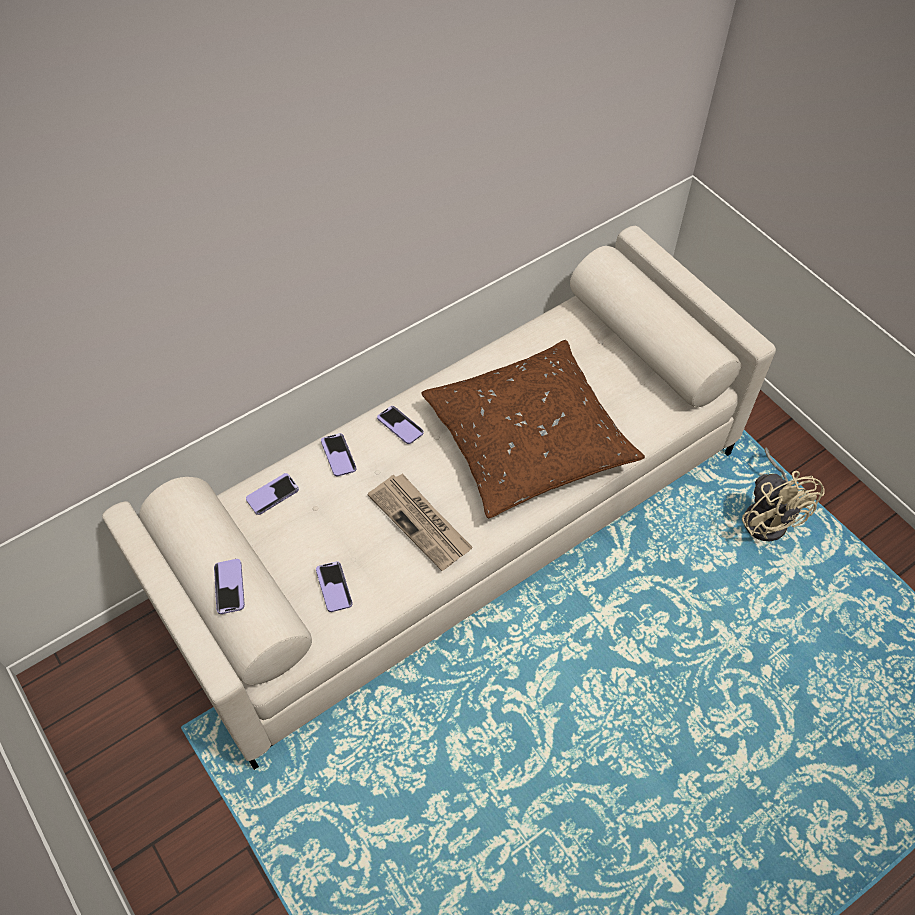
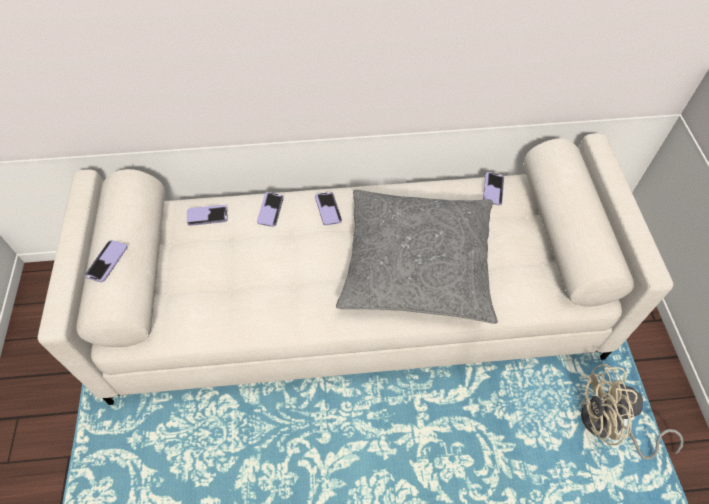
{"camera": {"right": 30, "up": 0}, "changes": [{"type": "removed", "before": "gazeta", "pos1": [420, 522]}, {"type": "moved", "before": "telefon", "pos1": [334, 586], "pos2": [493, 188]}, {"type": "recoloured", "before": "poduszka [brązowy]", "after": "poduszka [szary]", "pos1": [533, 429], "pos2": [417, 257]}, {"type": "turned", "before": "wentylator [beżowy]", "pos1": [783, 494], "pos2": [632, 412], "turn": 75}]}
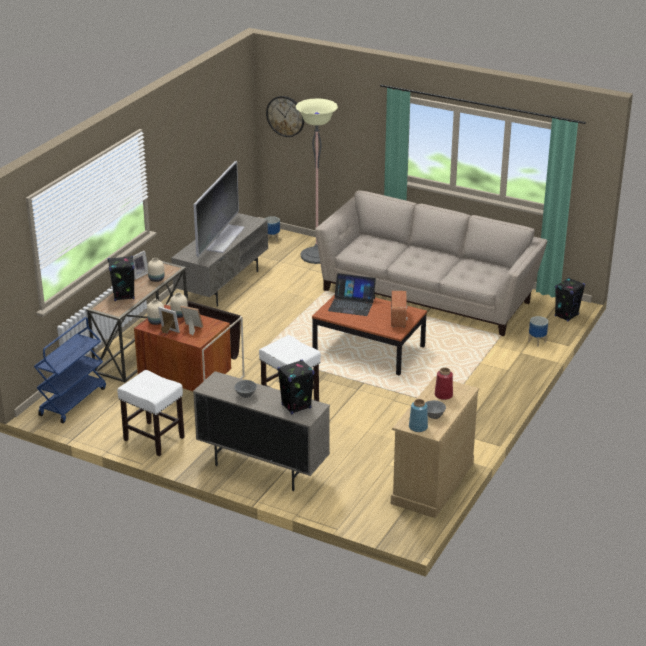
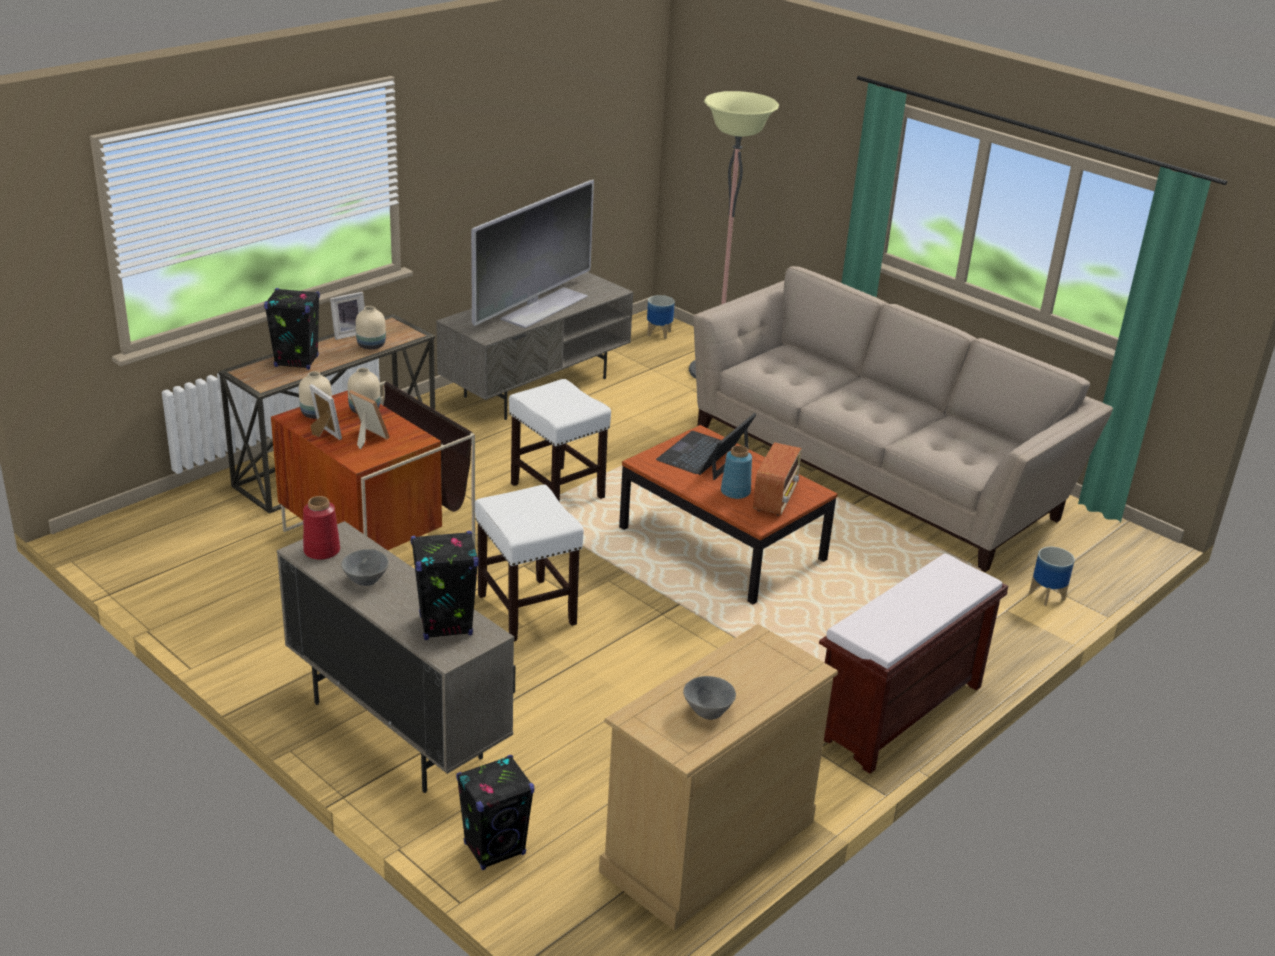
{"camera": {"right": 15, "up": 0}, "changes": [{"type": "removed", "before": "wózek [niebieski]", "pos1": [70, 370]}, {"type": "removed", "before": "zegar ścienny", "pos1": [285, 116]}, {"type": "added", "after": "ławka [brązowy]", "pos2": [913, 663]}, {"type": "moved", "before": "stołek [biały]", "pos1": [151, 413], "pos2": [560, 440]}, {"type": "moved", "before": "wazon [niebieski]", "pos1": [418, 415], "pos2": [736, 472]}, {"type": "moved", "before": "wazon [czerwony]", "pos1": [444, 383], "pos2": [321, 528]}, {"type": "moved", "before": "głośnik [czarny]", "pos1": [570, 299], "pos2": [495, 812]}, {"type": "turned", "before": "laptop", "pos1": [352, 294], "pos2": [706, 446], "turn": 90}]}
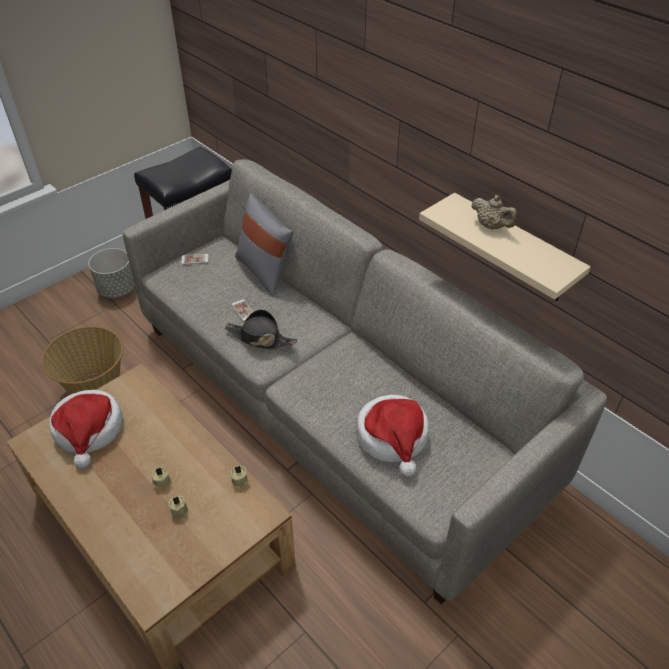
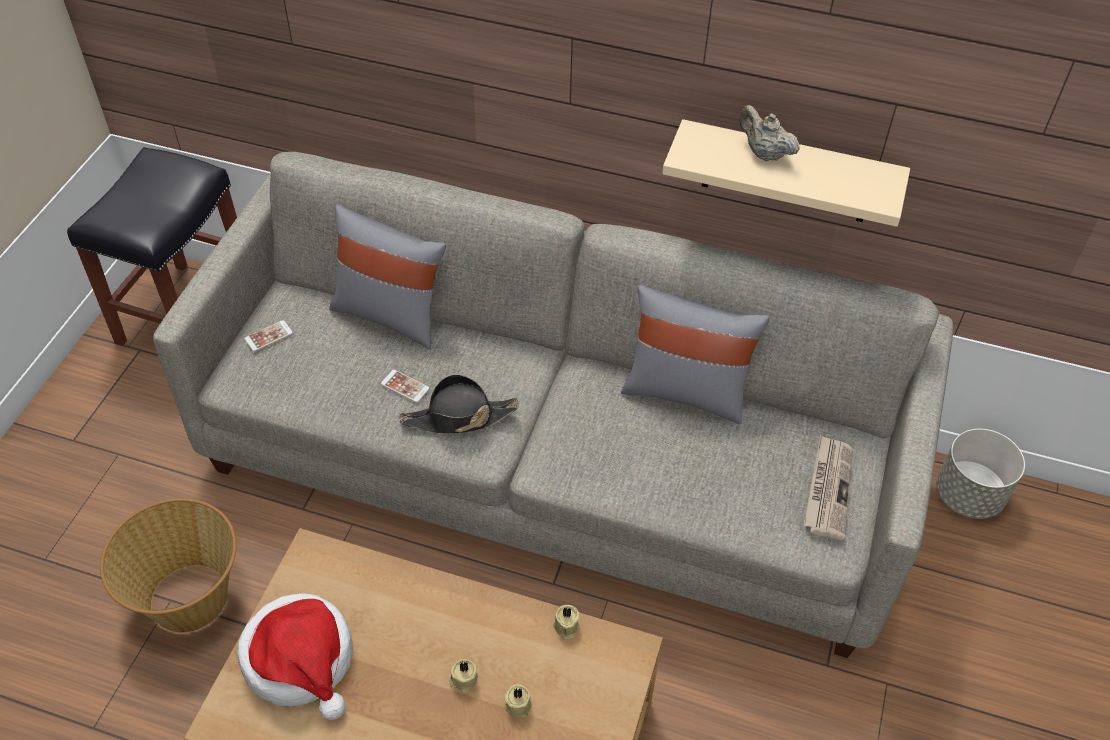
{"camera": {"right": -30, "up": 5}, "changes": [{"type": "removed", "before": "kapelusz", "pos1": [392, 436]}, {"type": "added", "after": "poduszka [szary]", "pos2": [695, 355]}, {"type": "added", "after": "gazeta", "pos2": [828, 487]}, {"type": "moved", "before": "donica [szary]", "pos1": [112, 273], "pos2": [980, 474]}, {"type": "turned", "before": "imbryk [beżowy]", "pos1": [494, 212], "pos2": [769, 133], "turn": -150}]}
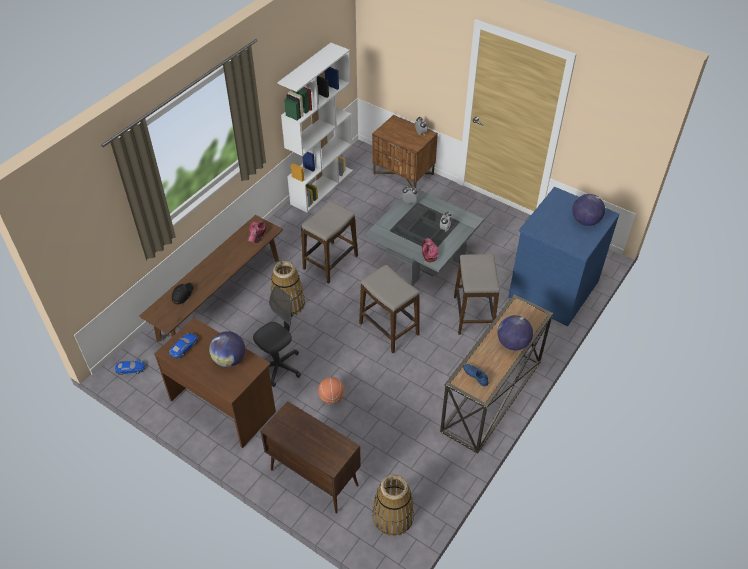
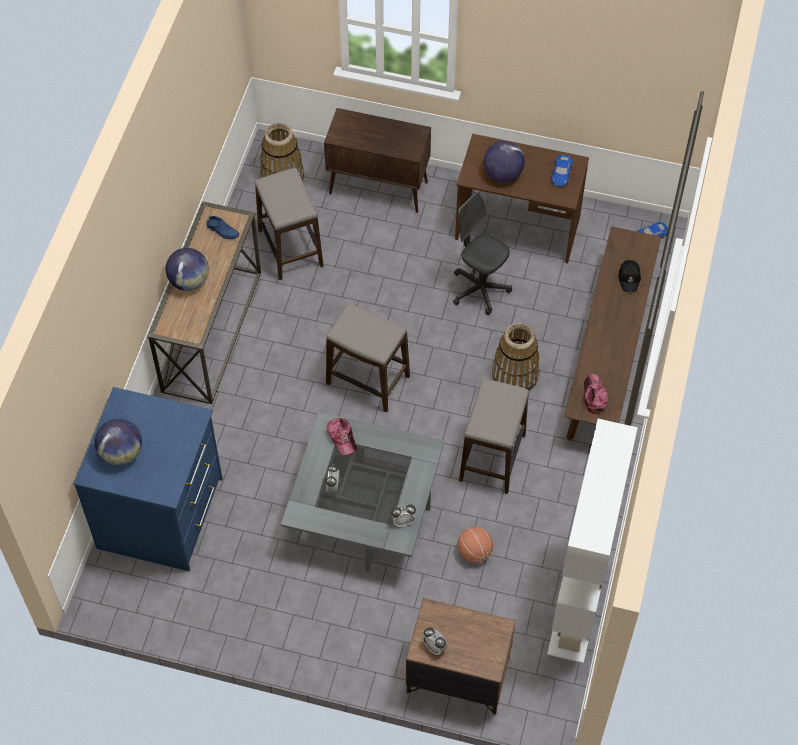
{"camera": {"right": 160, "up": 10}, "changes": [{"type": "moved", "before": "piłka do koszykówki", "pos1": [331, 390], "pos2": [475, 545]}, {"type": "moved", "before": "stołek", "pos1": [477, 294], "pos2": [289, 224]}, {"type": "turned", "before": "krzesło biurowe [szary]", "pos1": [277, 336], "pos2": [482, 253], "turn": 105}]}
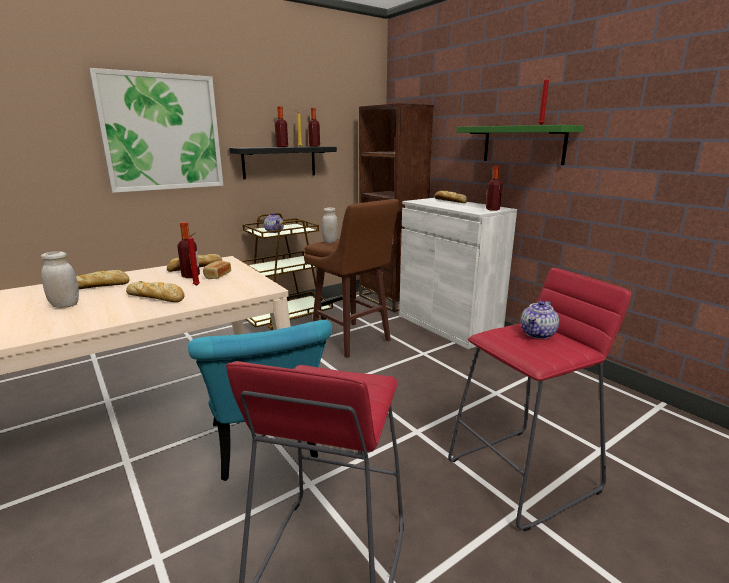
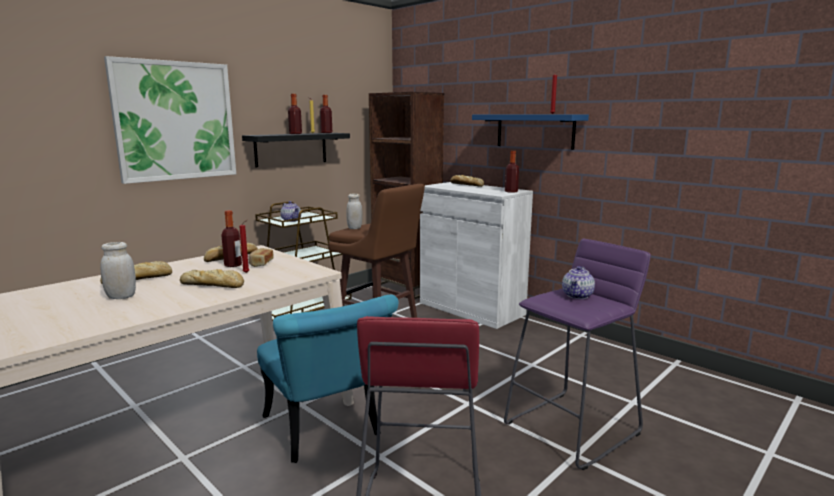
{"camera": {"right": -10, "up": -5}, "changes": [{"type": "recoloured", "before": "stołek [czerwony]", "after": "stołek [fioletowy]", "pos1": [539, 399], "pos2": [577, 354]}, {"type": "recoloured", "before": "półka [zielony]", "after": "półka [niebieski]", "pos1": [520, 145], "pos2": [530, 132]}]}
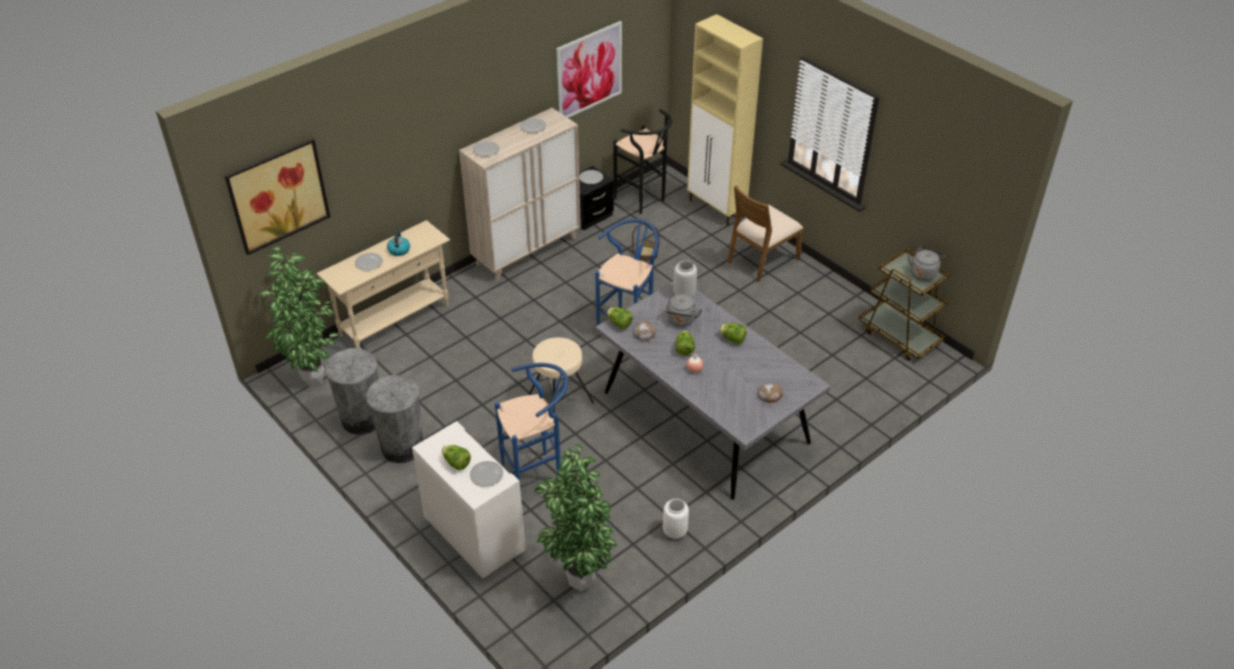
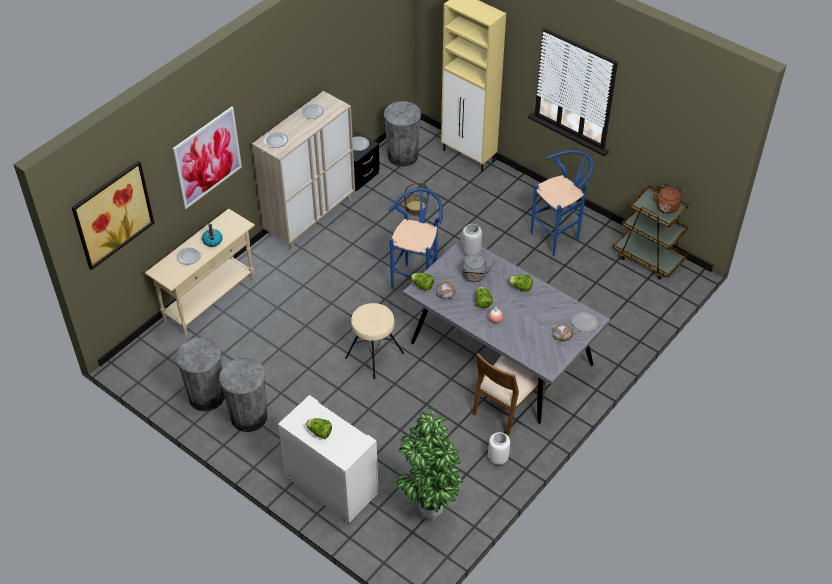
{"camera": {"right": -10, "up": 5}, "changes": [{"type": "removed", "before": "roślina doniczkowa", "pos1": [299, 316]}, {"type": "moved", "before": "talerz", "pos1": [486, 474], "pos2": [585, 322]}, {"type": "moved", "before": "stołek [niebieski]", "pos1": [531, 427], "pos2": [562, 203]}, {"type": "moved", "before": "obraz", "pos1": [589, 69], "pos2": [207, 158]}, {"type": "moved", "before": "krzesło [brązowy]", "pos1": [765, 234], "pos2": [509, 394]}, {"type": "replaced", "before": "stołek [czarny]", "after": "kosz na śmieci [szary]", "pos1": [642, 161], "pos2": [402, 134]}, {"type": "recoloured", "before": "czajnik [szary]", "after": "czajnik [brązowy]", "pos1": [926, 263], "pos2": [668, 199]}]}
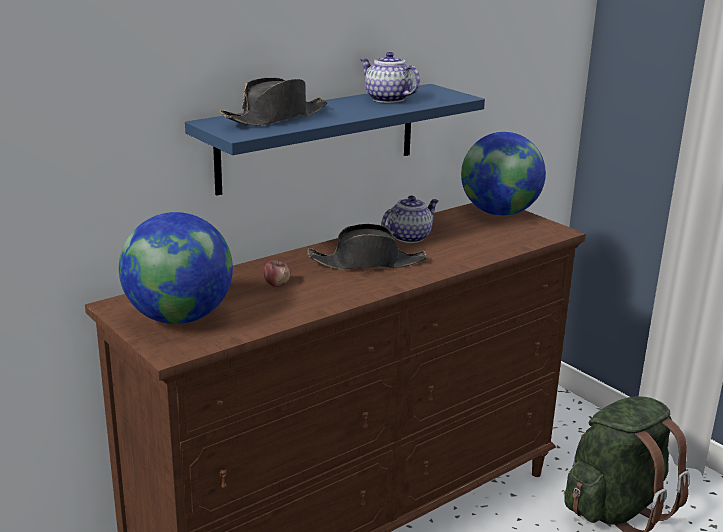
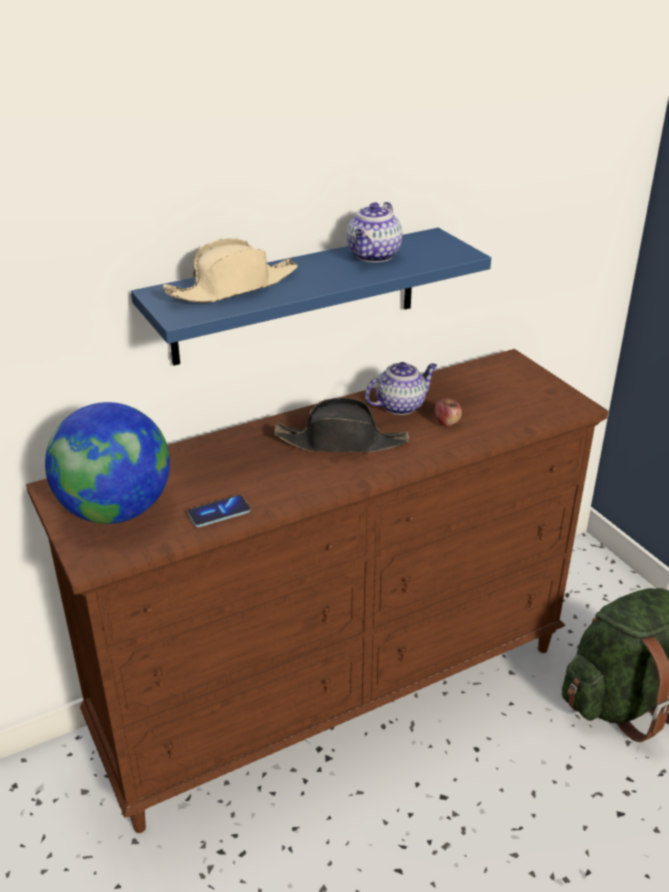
{"camera": {"right": 10, "up": 10}, "changes": [{"type": "removed", "before": "globus", "pos1": [503, 174]}, {"type": "added", "after": "telefon", "pos2": [219, 511]}, {"type": "moved", "before": "jabłko", "pos1": [277, 273], "pos2": [448, 412]}, {"type": "recoloured", "before": "kapelusz [czarny]", "after": "kapelusz [beżowy]", "pos1": [274, 101], "pos2": [230, 270]}, {"type": "turned", "before": "imbryk", "pos1": [390, 77], "pos2": [374, 232], "turn": -120}]}
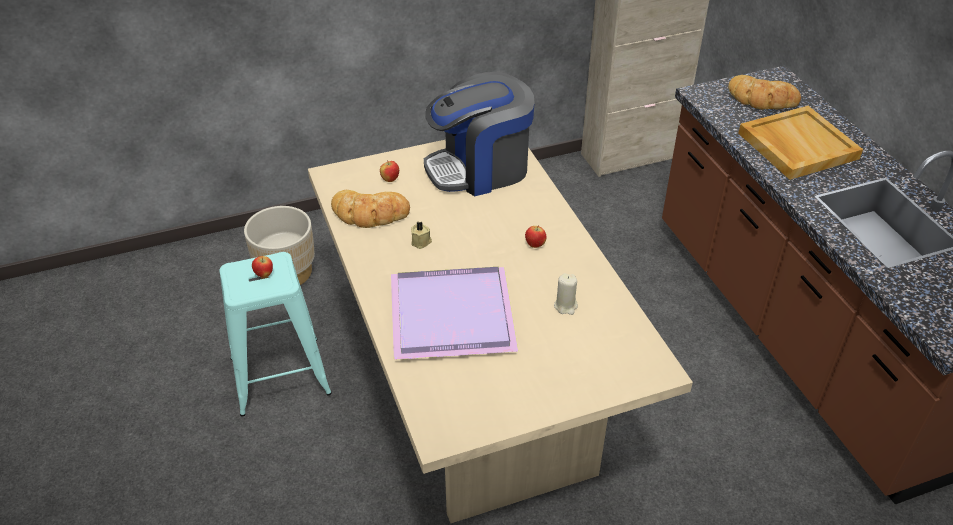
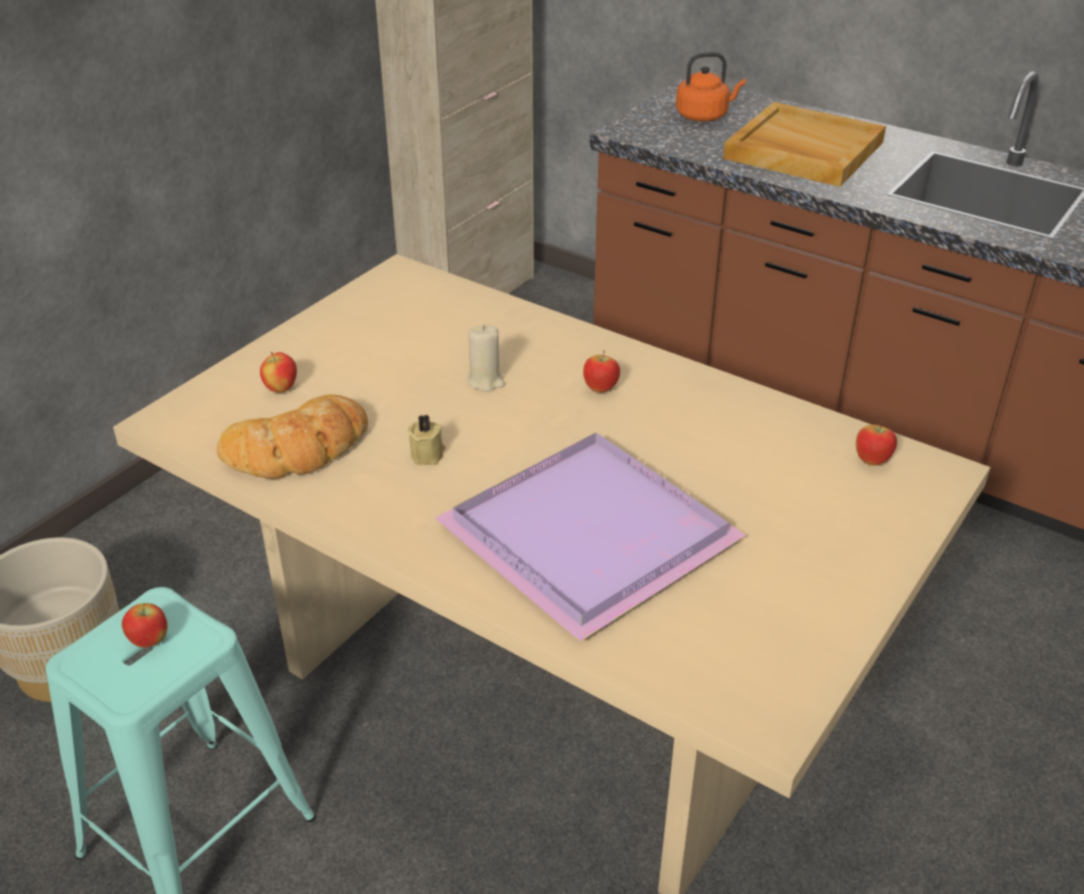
{"camera": {"right": -35, "up": -5}, "changes": [{"type": "removed", "before": "ekspres do kawy", "pos1": [479, 134]}, {"type": "added", "after": "jabłko", "pos2": [876, 443]}, {"type": "moved", "before": "świeca [beżowy]", "pos1": [566, 294], "pos2": [486, 358]}, {"type": "replaced", "before": "chleb", "after": "czajnik [pomarańczowy]", "pos1": [764, 92], "pos2": [711, 86]}]}
